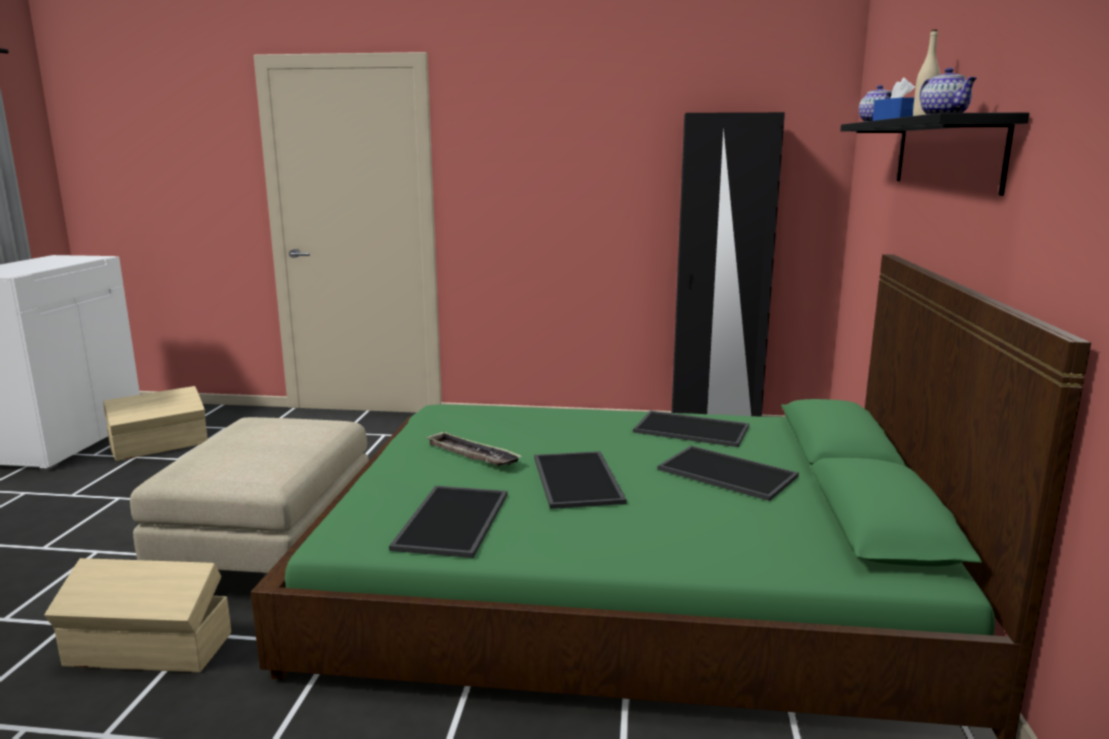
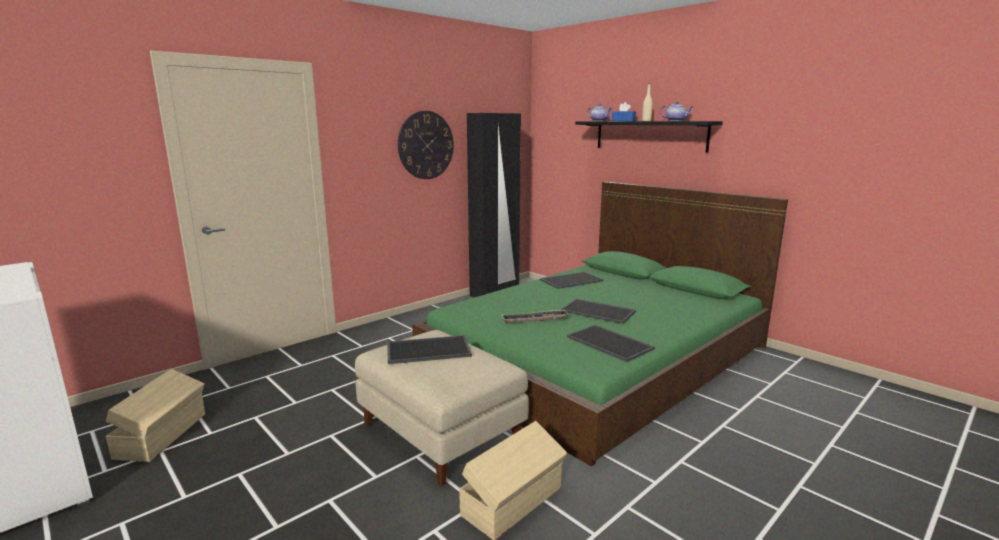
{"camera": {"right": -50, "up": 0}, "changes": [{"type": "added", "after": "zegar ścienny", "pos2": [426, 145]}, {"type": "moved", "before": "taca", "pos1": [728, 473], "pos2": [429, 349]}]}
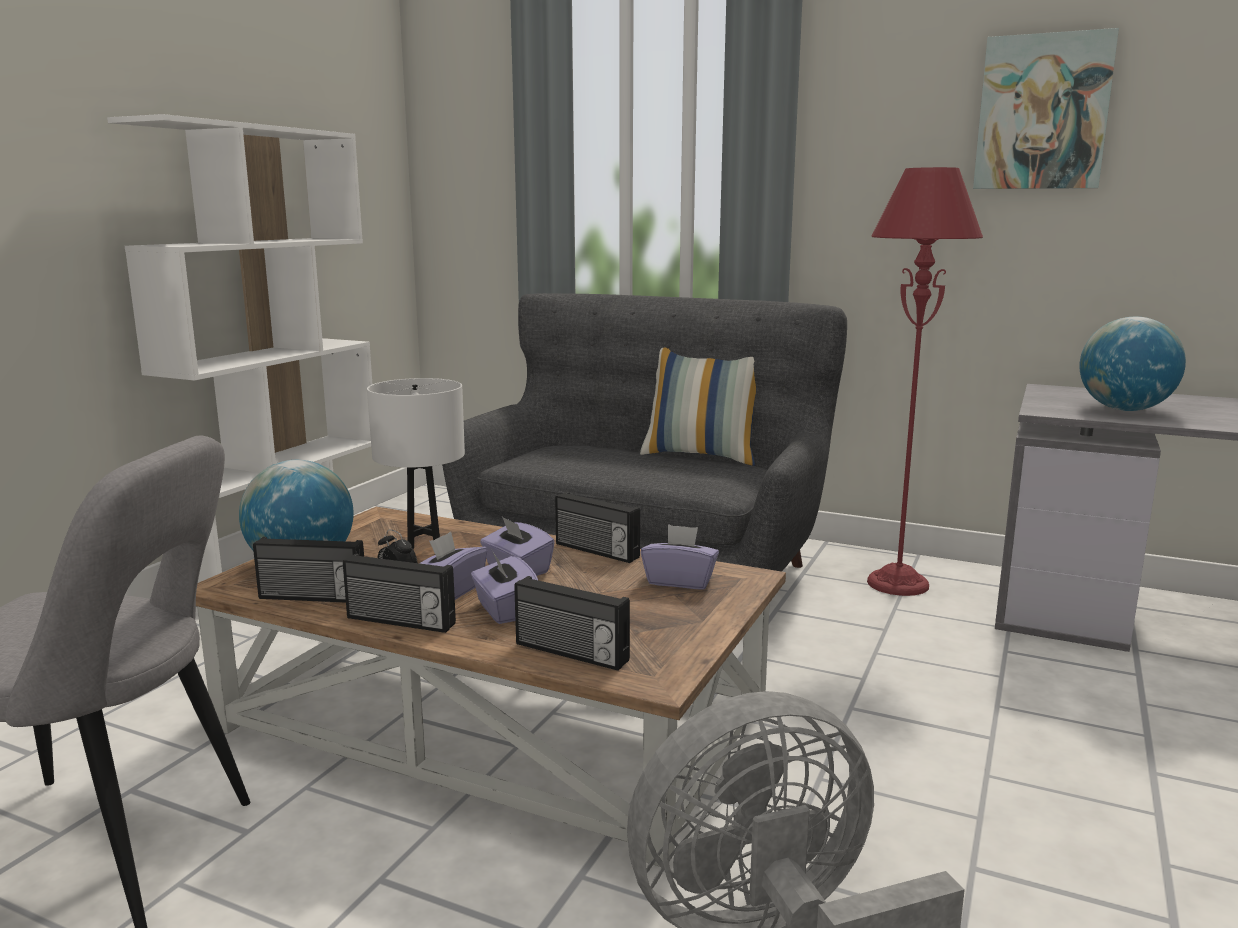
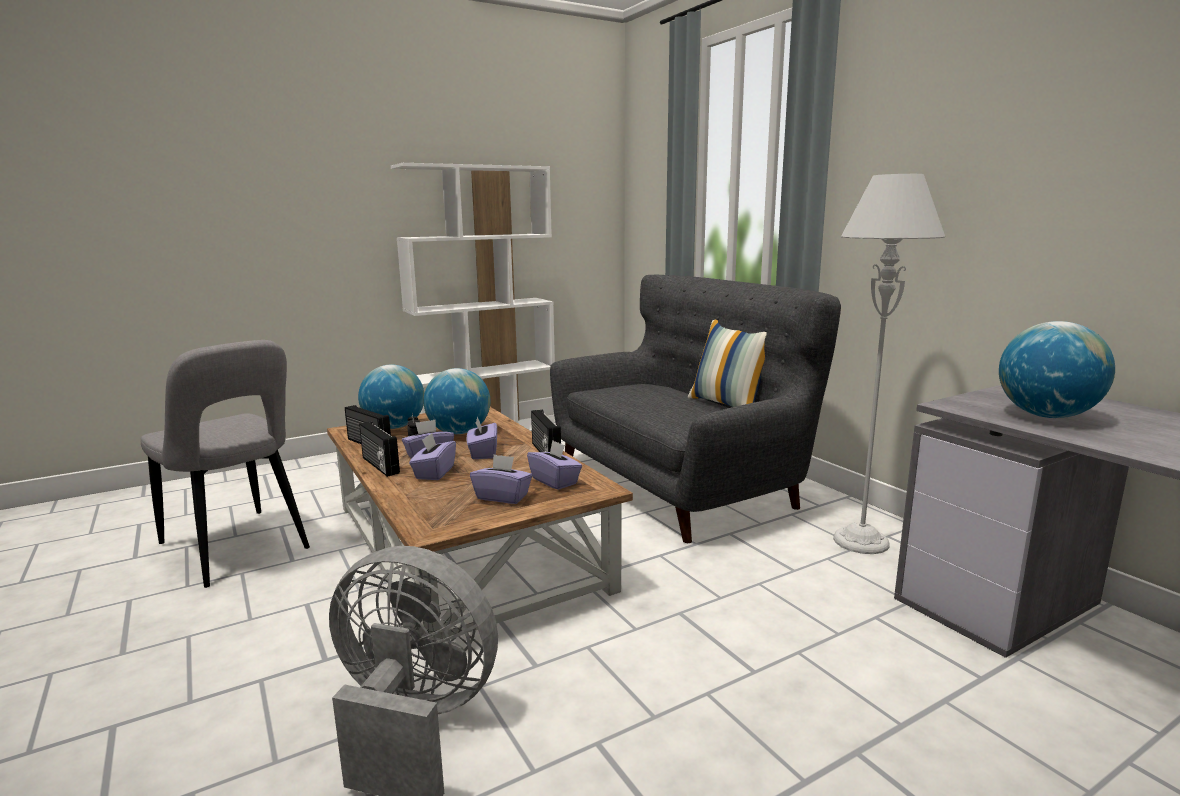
{"camera": {"right": 35, "up": 0}, "changes": [{"type": "removed", "before": "radio", "pos1": [572, 623]}, {"type": "removed", "before": "obraz", "pos1": [1046, 108]}, {"type": "added", "after": "pudełko chusteczek [fioletowy]", "pos2": [501, 479]}, {"type": "replaced", "before": "lampa stołowa [biały]", "after": "globus", "pos1": [416, 464], "pos2": [456, 401]}, {"type": "recoloured", "before": "lampa stojąca [czerwony]", "after": "lampa stojąca [szary]", "pos1": [925, 381], "pos2": [889, 364]}]}
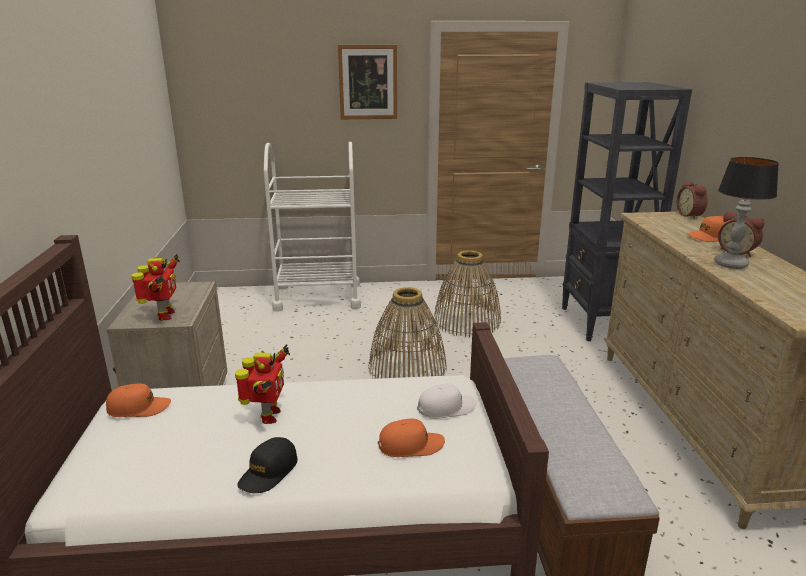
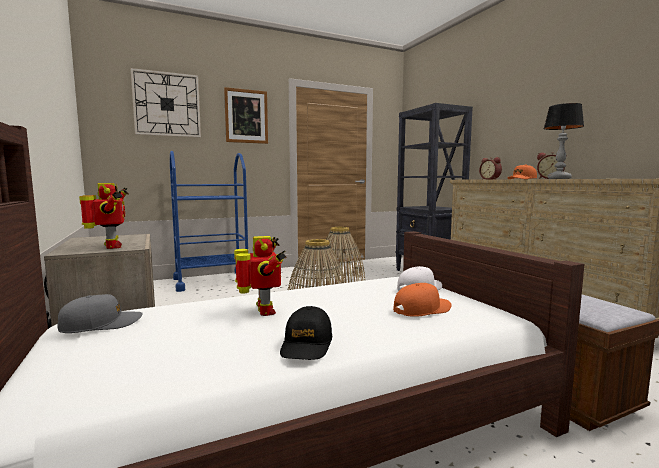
{"camera": {"right": -20, "up": -15}, "changes": [{"type": "added", "after": "zegar ścienny", "pos2": [165, 102]}, {"type": "recoloured", "before": "czapka z daszkiem [pomarańczowy]", "after": "czapka z daszkiem [szary]", "pos1": [138, 400], "pos2": [100, 313]}, {"type": "recoloured", "before": "wózek [biały]", "after": "wózek [niebieski]", "pos1": [312, 227], "pos2": [209, 221]}]}
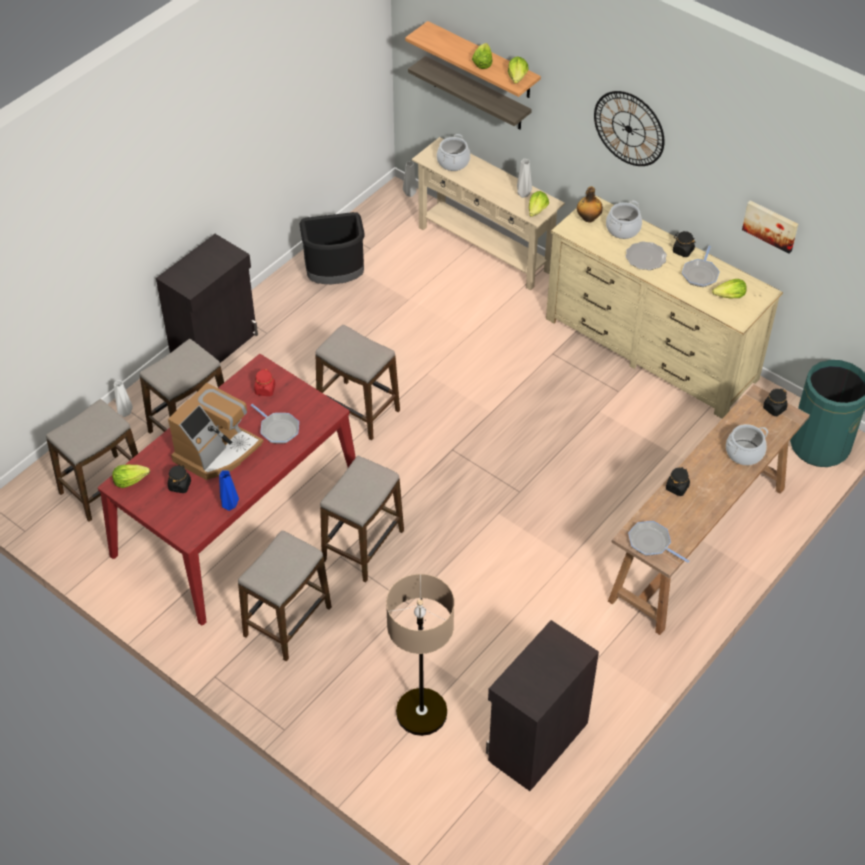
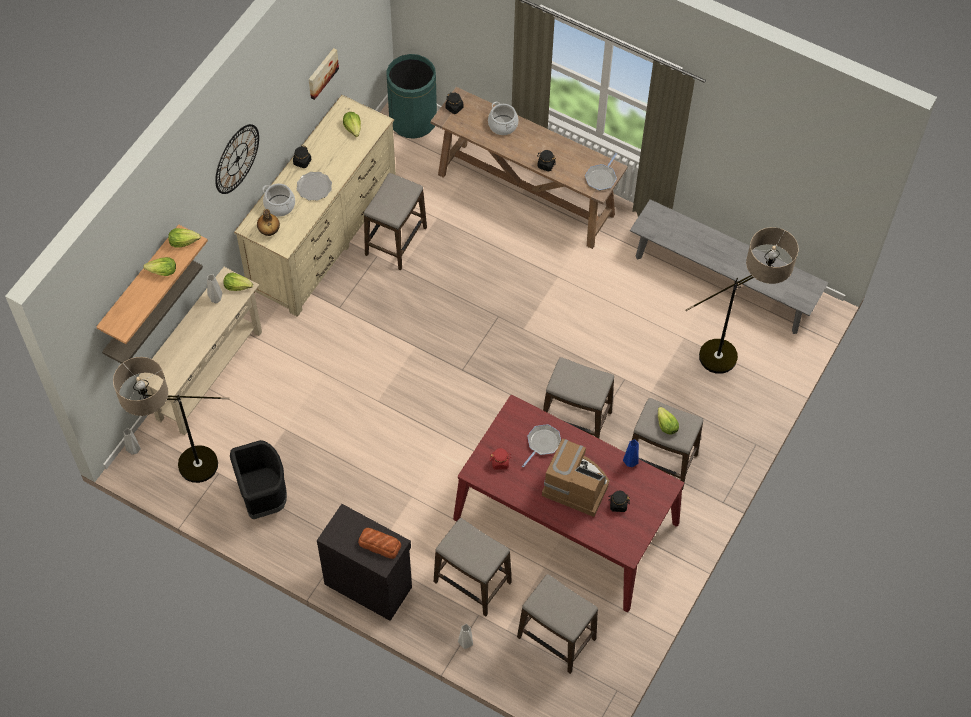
{"camera": {"right": -100, "up": 10}, "changes": [{"type": "removed", "before": "garnek", "pos1": [453, 152]}, {"type": "removed", "before": "patelnia", "pos1": [701, 266]}, {"type": "added", "after": "lampa stojąca", "pos2": [171, 420]}, {"type": "added", "after": "chleb", "pos2": [379, 543]}, {"type": "moved", "before": "sałata", "pos1": [131, 476], "pos2": [668, 420]}, {"type": "moved", "before": "stołek", "pos1": [358, 382], "pos2": [395, 221]}, {"type": "replaced", "before": "szafka [czarny]", "after": "ławka [szary]", "pos1": [542, 705], "pos2": [729, 266]}]}
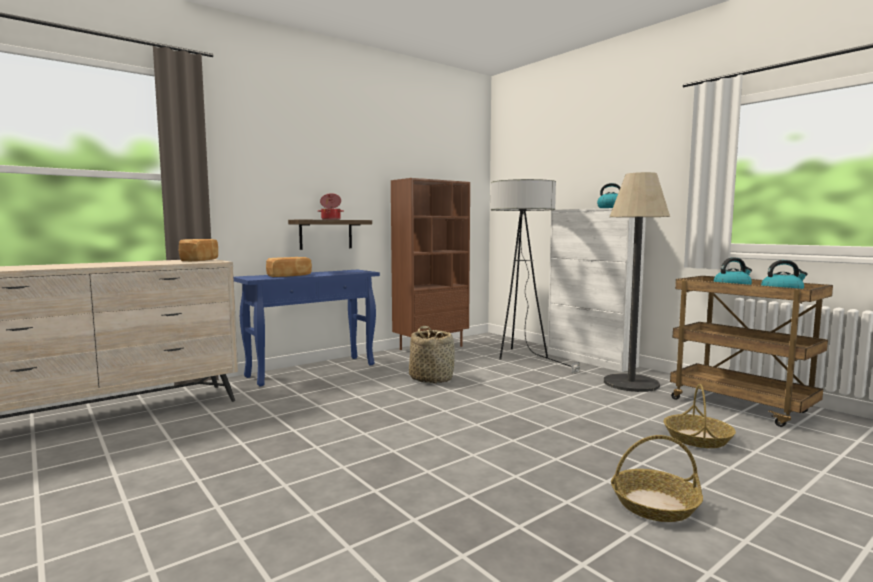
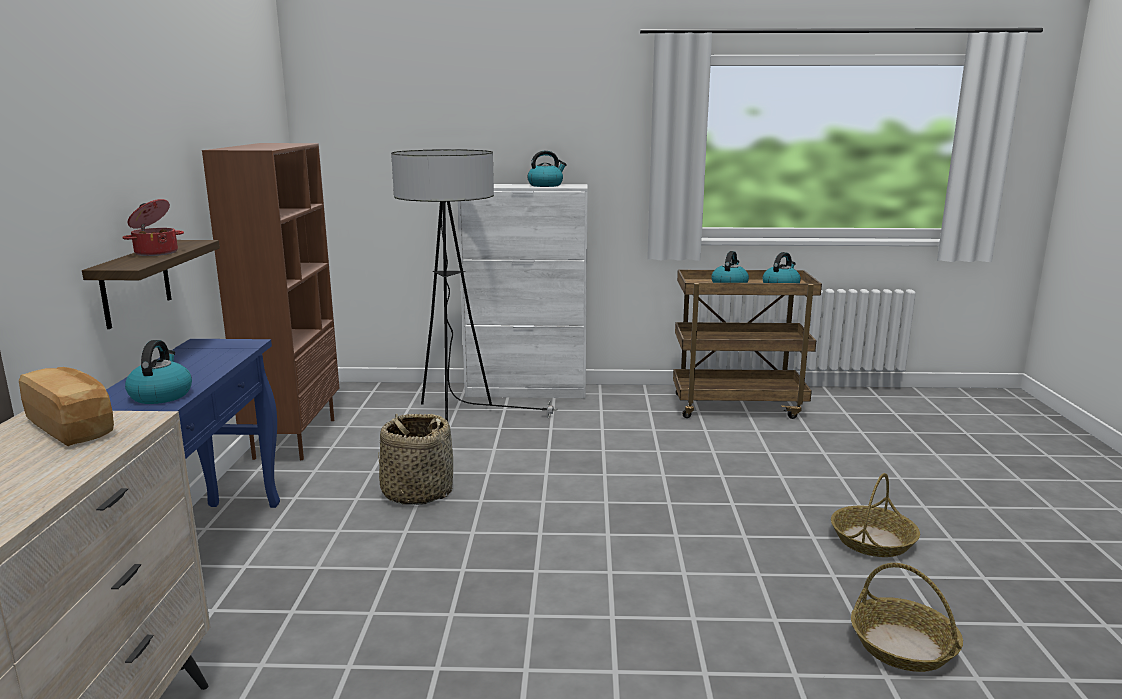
{"camera": {"right": -50, "up": 10}, "changes": [{"type": "removed", "before": "lampa stojąca", "pos1": [637, 282]}, {"type": "moved", "before": "koszyk", "pos1": [700, 416], "pos2": [907, 617]}, {"type": "replaced", "before": "chleb", "after": "czajnik", "pos1": [289, 267], "pos2": [158, 372]}]}
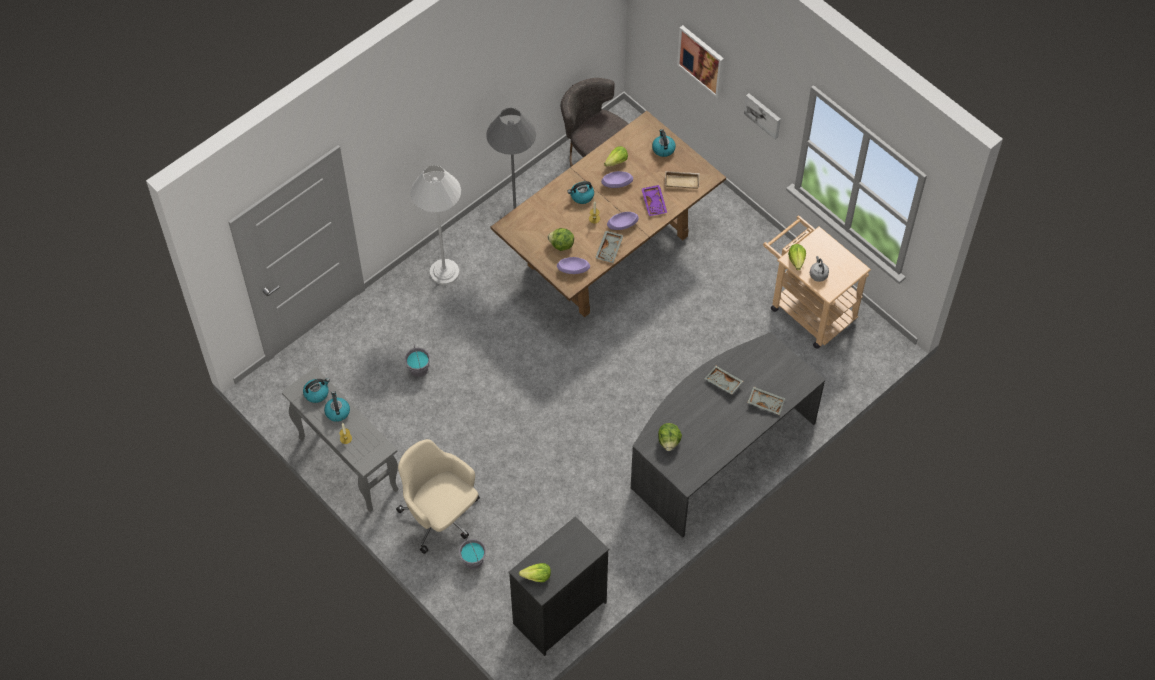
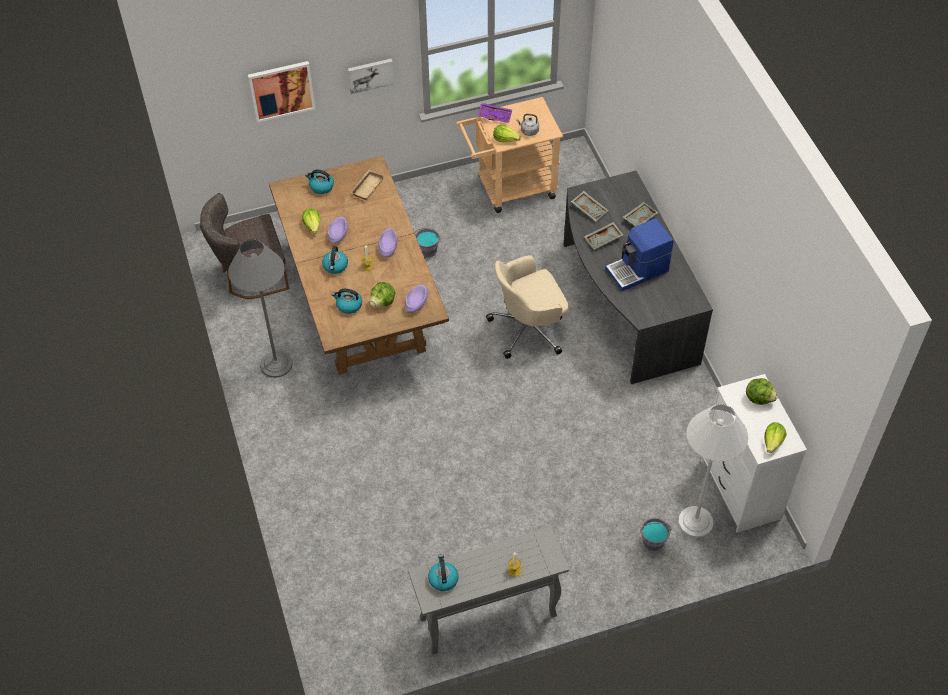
{"camera": {"right": -65, "up": -5}, "changes": [{"type": "added", "after": "ekspres do kawy", "pos2": [639, 254]}, {"type": "moved", "before": "czajnik", "pos1": [337, 406], "pos2": [347, 301]}, {"type": "moved", "before": "krzesło biurowe [beżowy]", "pos1": [438, 496], "pos2": [527, 307]}, {"type": "moved", "before": "wiadro [szary]", "pos1": [417, 361], "pos2": [427, 243]}, {"type": "moved", "before": "lampa stojąca [biały]", "pos1": [435, 225], "pos2": [713, 471]}, {"type": "moved", "before": "taca [szary]", "pos1": [609, 246], "pos2": [590, 206]}, {"type": "moved", "before": "taca [fioletowy]", "pos1": [654, 200], "pos2": [495, 113]}, {"type": "moved", "before": "sałata", "pos1": [670, 437], "pos2": [762, 391]}, {"type": "recoloured", "before": "komoda [czarny]", "after": "komoda [biały]", "pos1": [558, 586], "pos2": [754, 453]}]}
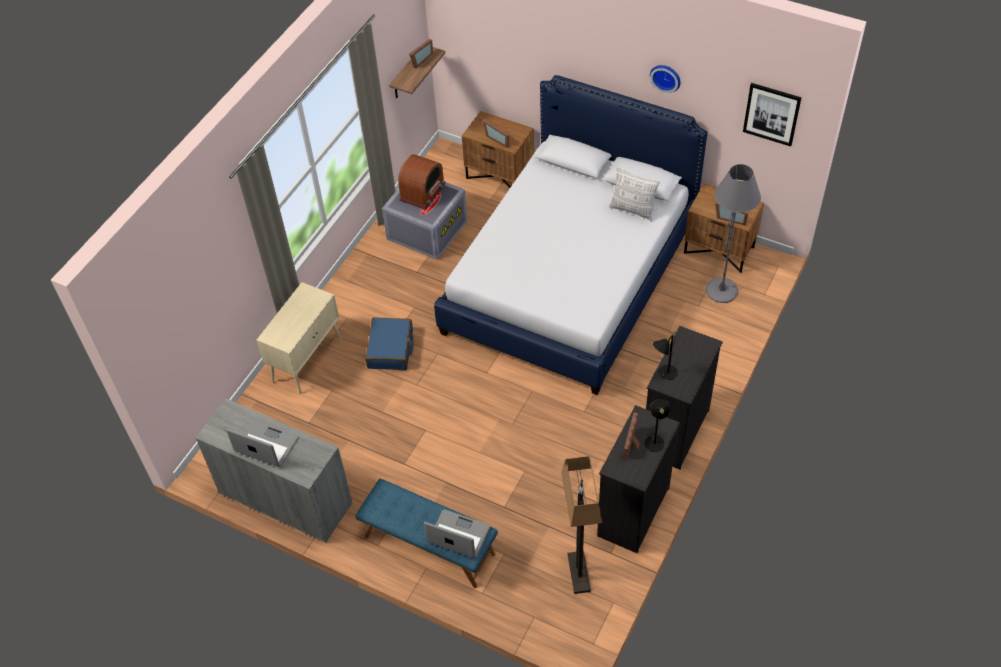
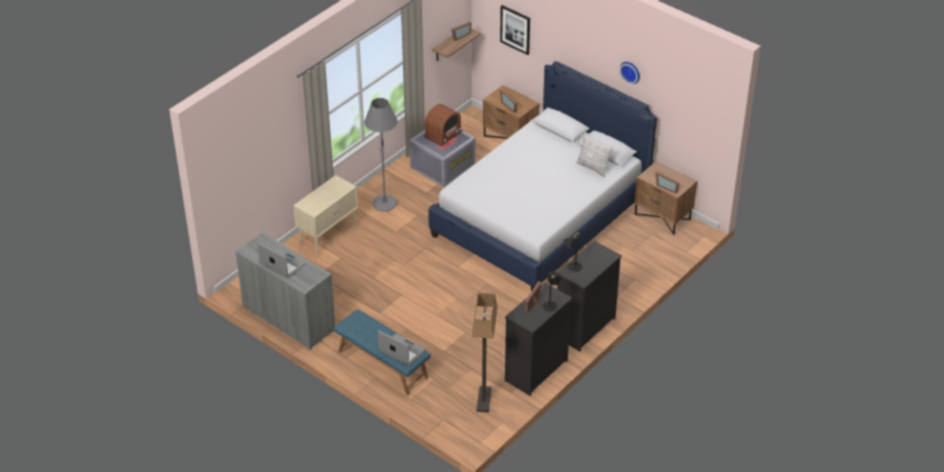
{"camera": {"right": 10, "up": -10}, "changes": [{"type": "removed", "before": "walizka [niebieski]", "pos1": [389, 343]}, {"type": "moved", "before": "lampa stojąca [szary]", "pos1": [733, 233], "pos2": [381, 154]}, {"type": "moved", "before": "obraz", "pos1": [772, 114], "pos2": [515, 30]}]}
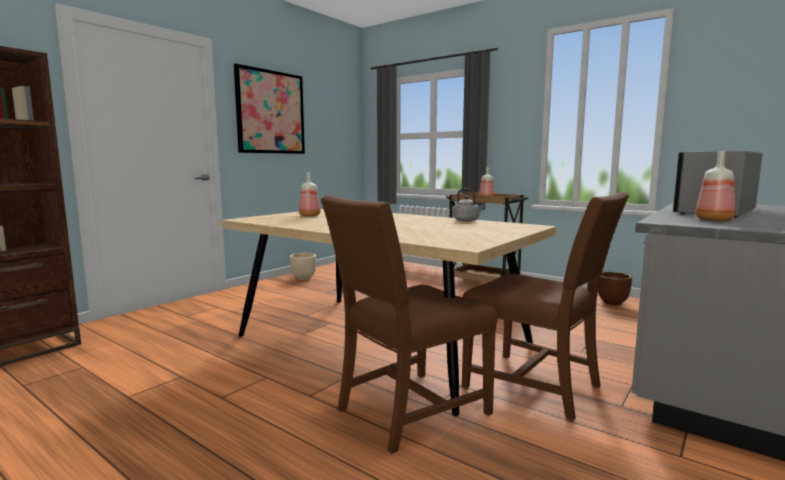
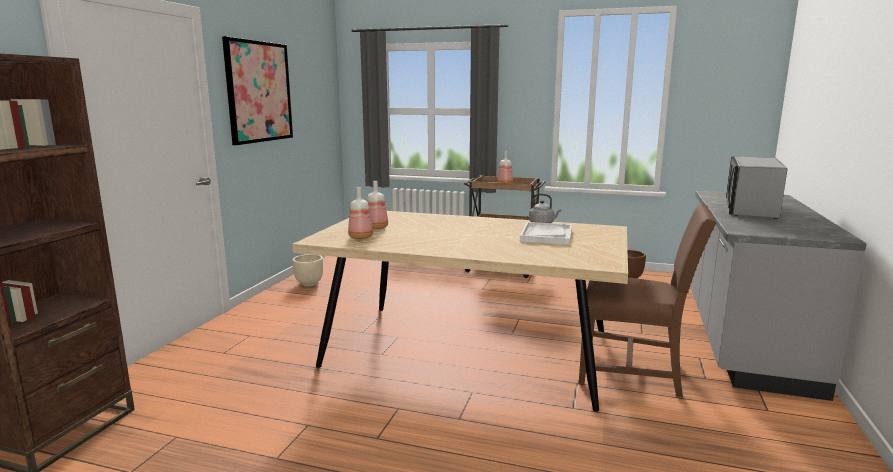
{"camera": {"right": -20, "up": 5}, "changes": [{"type": "removed", "before": "krzesło [brązowy]", "pos1": [409, 324]}, {"type": "added", "after": "taca [biały]", "pos2": [546, 233]}, {"type": "moved", "before": "butelka", "pos1": [715, 186], "pos2": [360, 213]}]}
